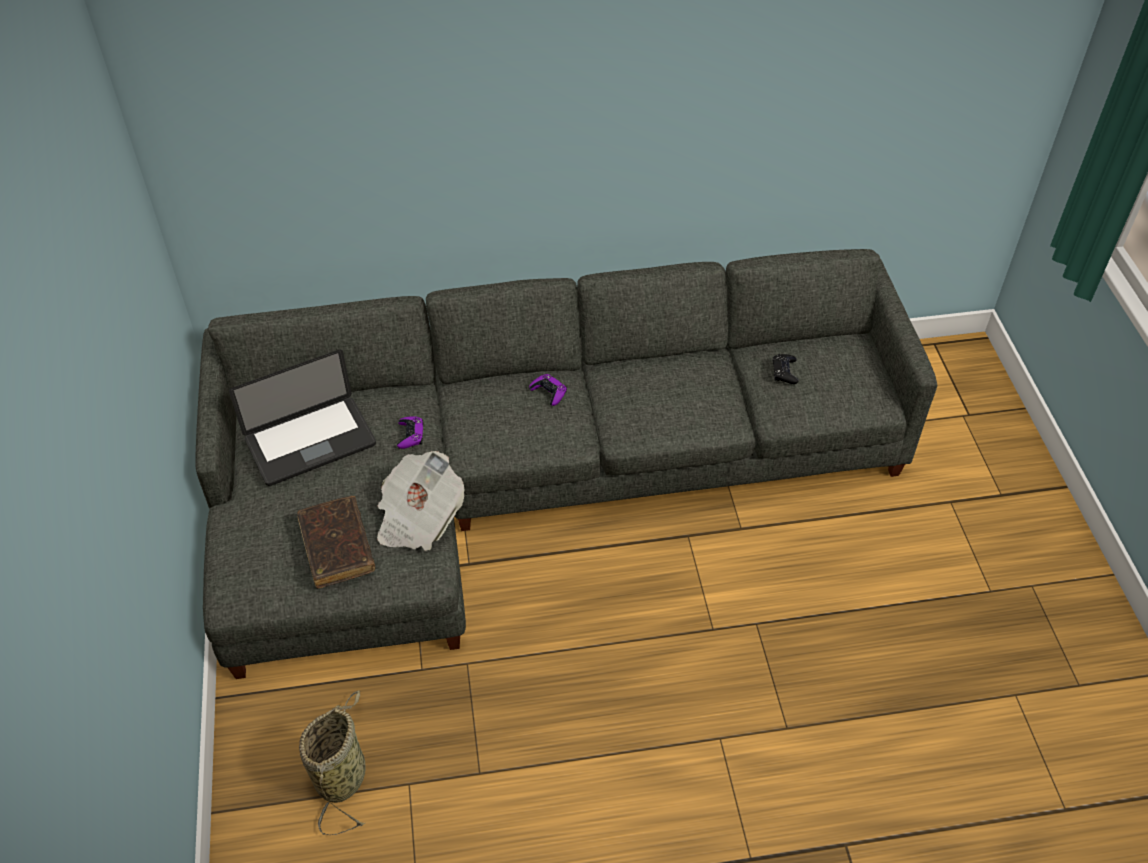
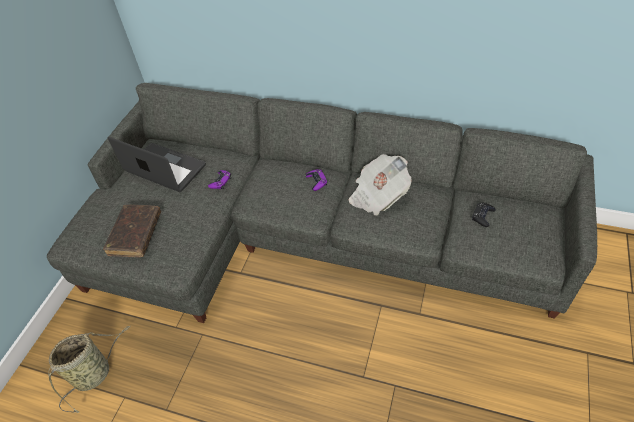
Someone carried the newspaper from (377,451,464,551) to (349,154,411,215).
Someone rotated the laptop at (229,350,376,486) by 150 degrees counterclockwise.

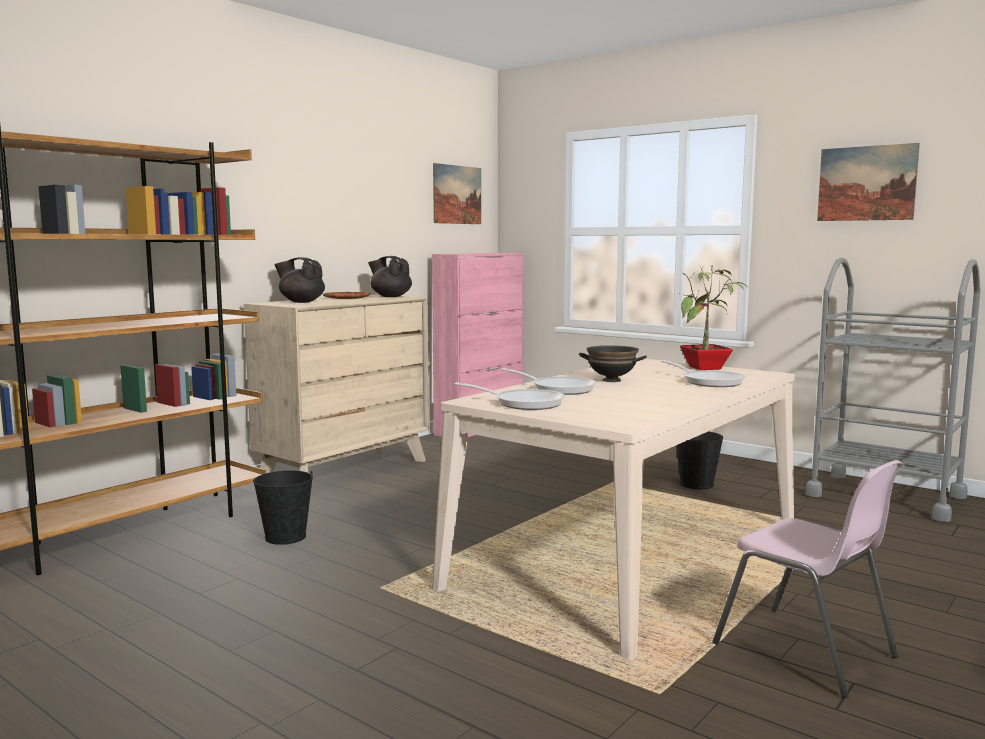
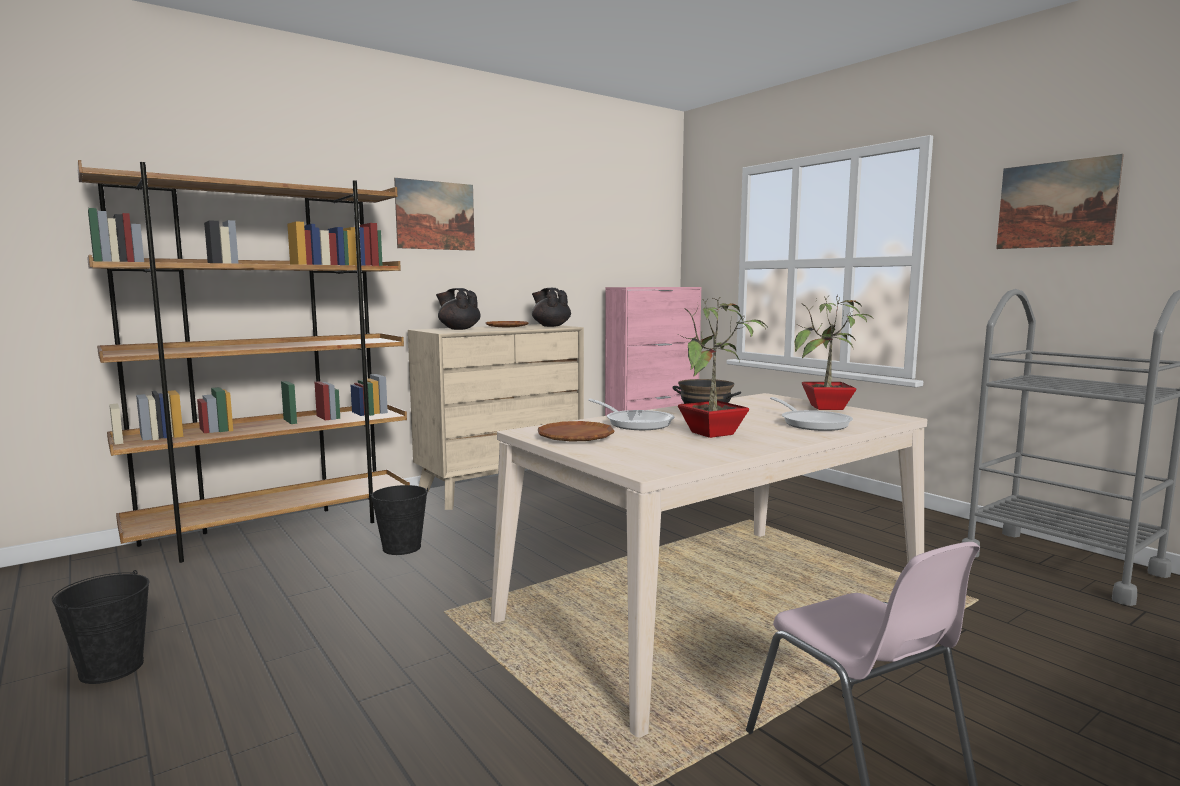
Someone put down the potted plant at (678,296,768,438).
Someone carried the picture from (433,163,481,224) to (394,178,475,251).
Someone carried the black bucket from (676,431,723,489) to (52,570,149,684).
Someone swapped the frying pan at (455,382,565,410) for the brown plate at (538,421,615,442).

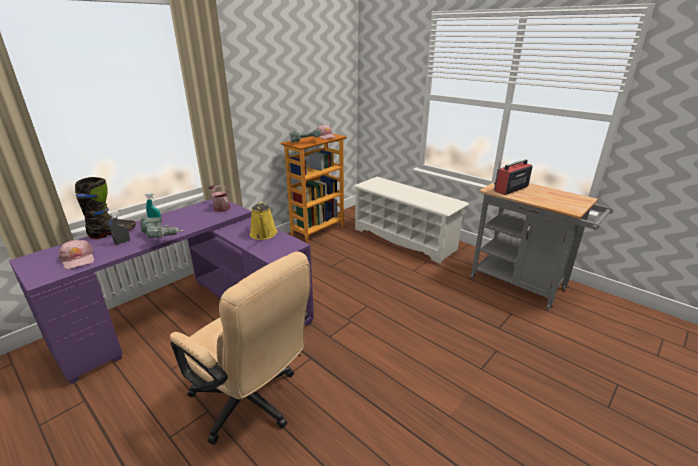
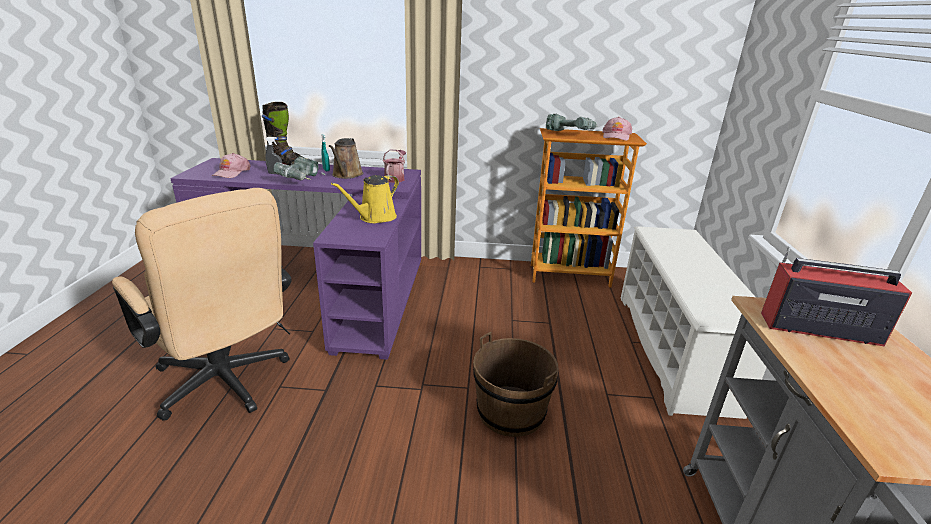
Someone put down the brown watering can at (329,138,363,179).
Someone put down the brown bucket at (473,332,559,437).
Someone rotated the beige office chair at (170,251,310,445) by 45 degrees counterclockwise.

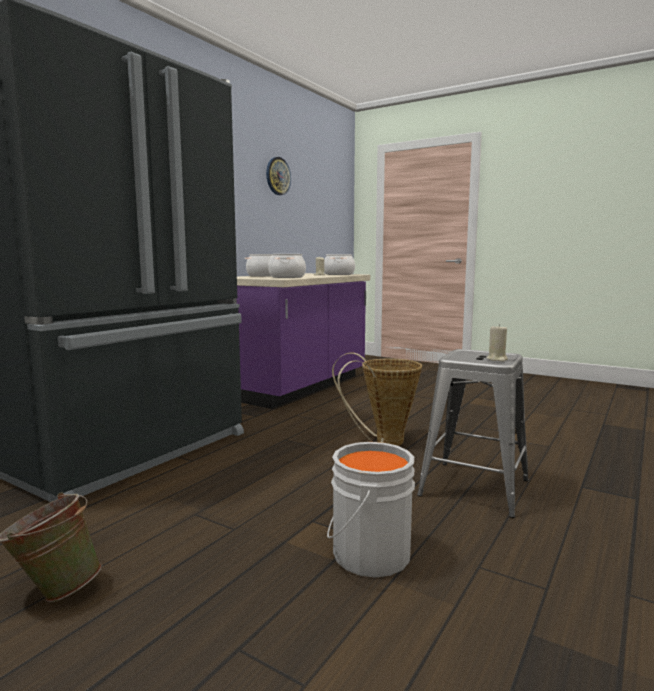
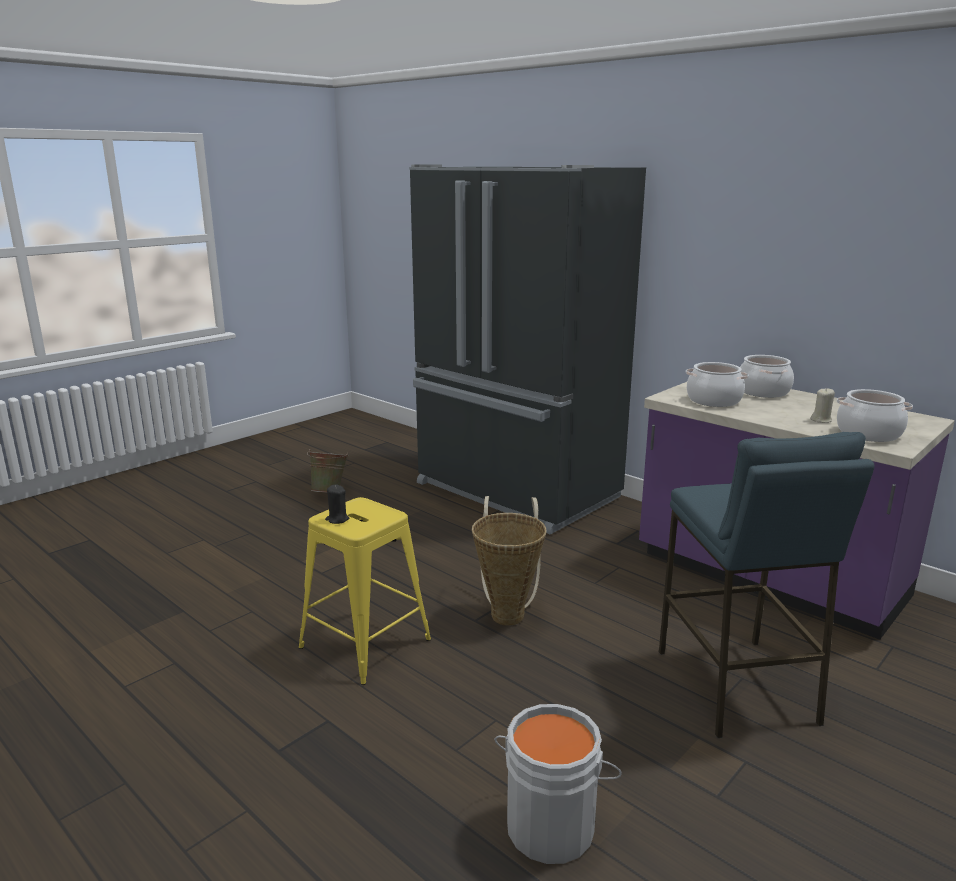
Someone took away the wall clock at (266,157,291,195).
Someone put down the blue stool at (659,432,875,738).
Someone carried the grey bucket from (327,442,415,578) to (494,704,622,864).
Someone repainted the grey stool at (417,349,529,518), which became the yellow stool at (298,497,431,685).
Someone repainted the beige candle at (487,324,508,362), which became the black candle at (325,484,349,524).

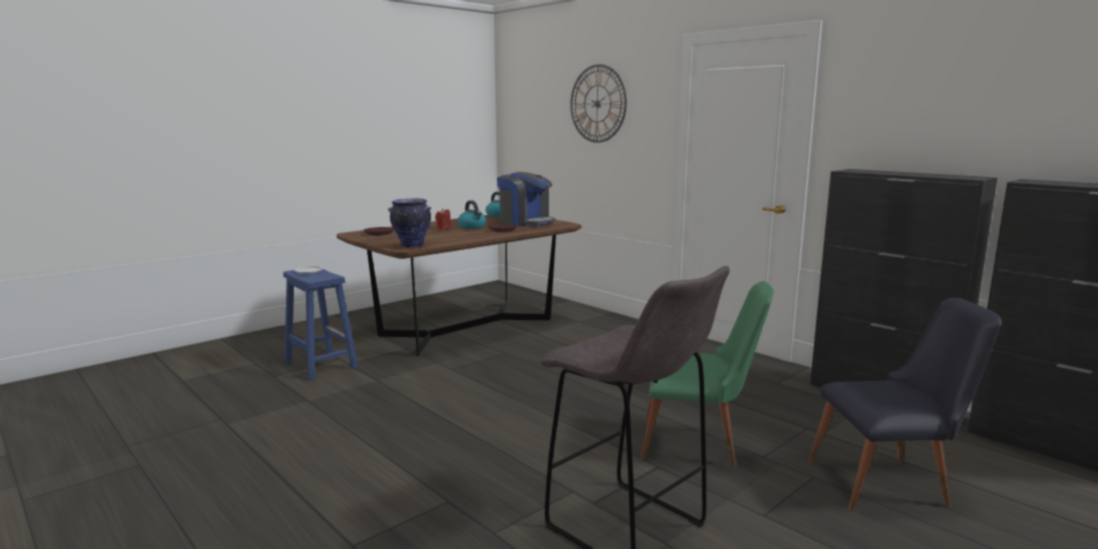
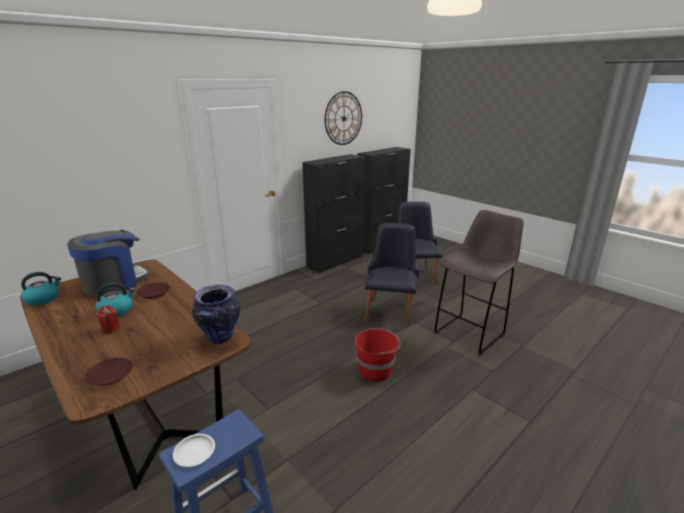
Someone put down the red bucket at (355,328,400,382).
Someone carried the wall clock from (570,64,627,143) to (324,91,362,145).
Someone repainted the green chair at (641,281,774,467), which became the black chair at (365,223,419,326).

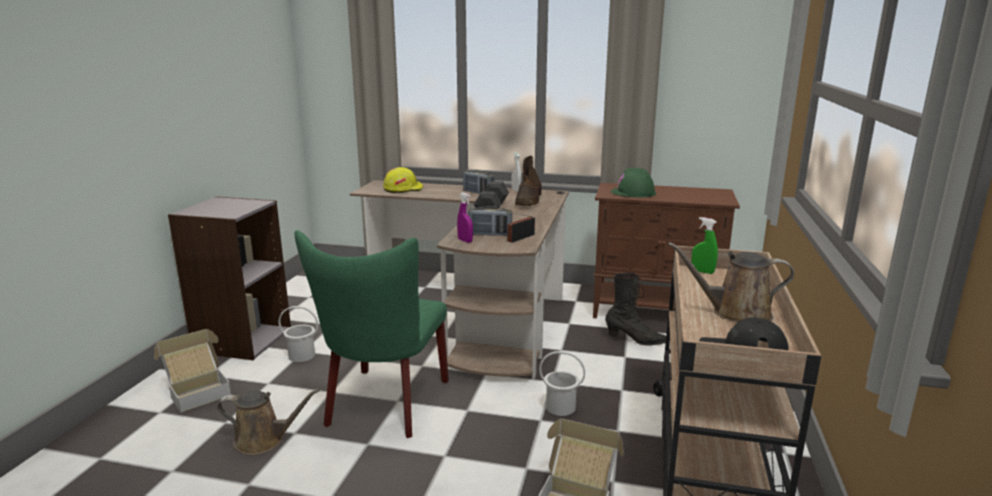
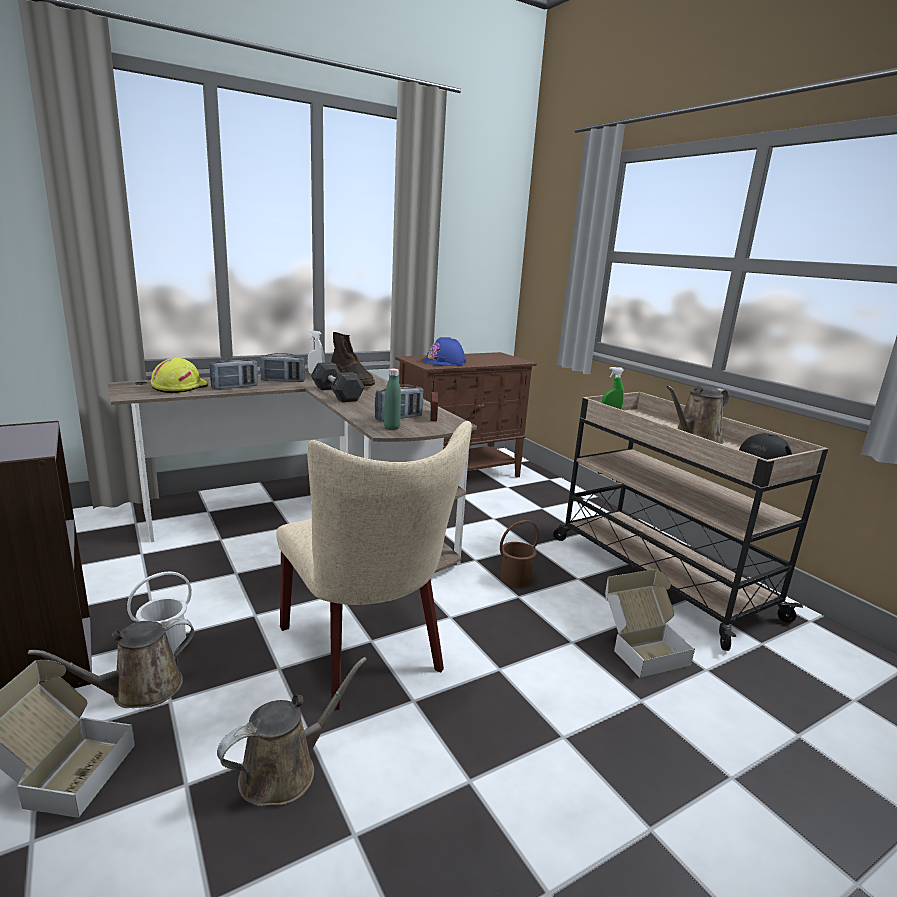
Someone took away the black boot at (605,272,666,346).
Someone put down the brown watering can at (28,618,194,708).
Someone put down the radio at (210,357,258,390).
Someone swapped the purple spray bottle at (457,193,473,243) for the green bottle at (384,368,401,430).
Someone repainted the green chair at (295,230,449,438), which became the beige chair at (276,421,472,710).
Someone repainted the white bucket at (539,351,585,416), which became the brown bucket at (500,520,539,587).
Someone repainted the green hard hat at (611,168,656,197), which became the blue hard hat at (423,337,466,366).

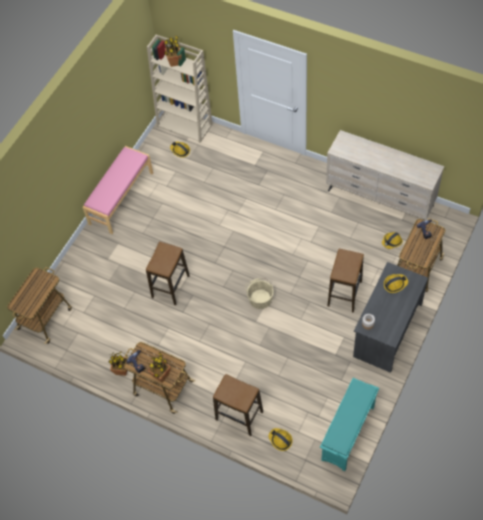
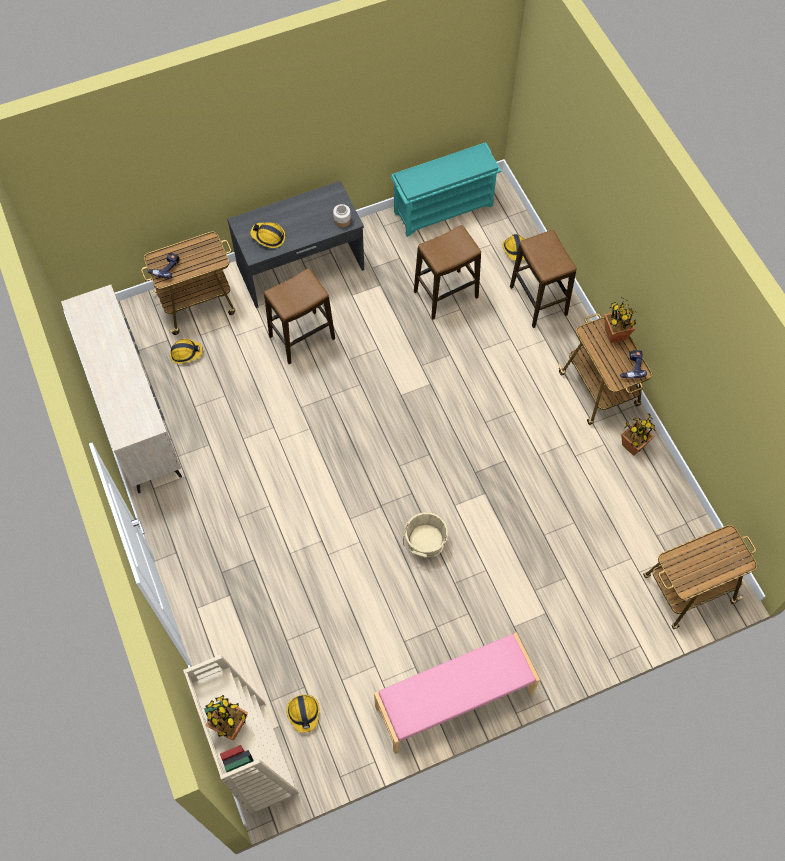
Someone carried the stool from (146,242,190,305) to (414,225,481,319).
Someone carried the beige bucket from (245,278,274,309) to (403,512,448,558).

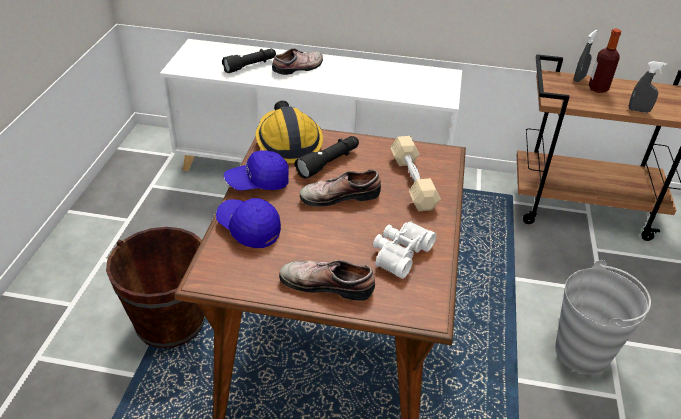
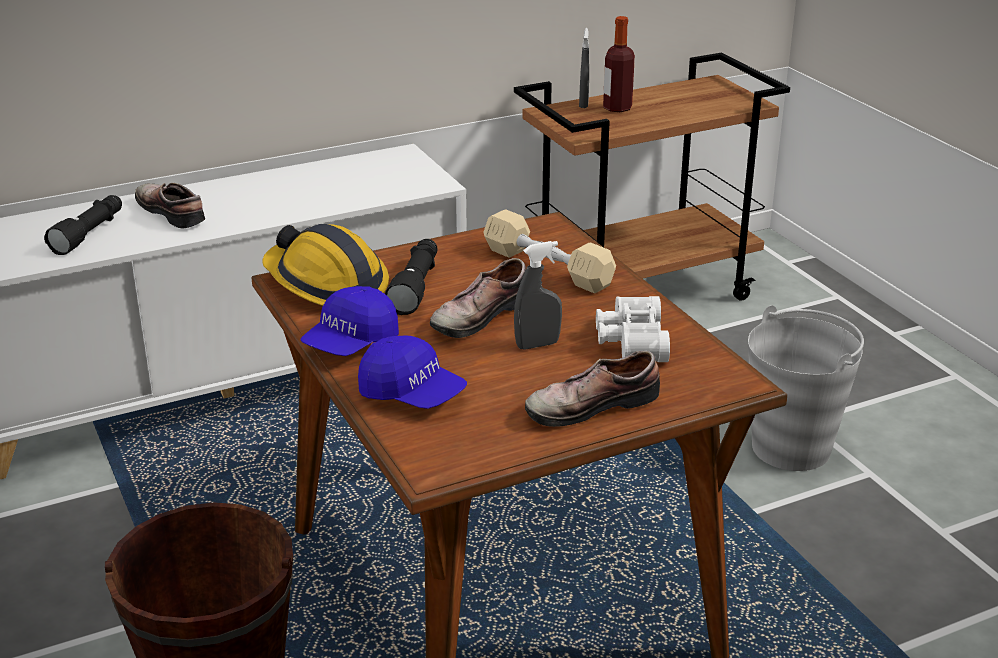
Someone carried the grey spray bottle from (629,61,667,113) to (514,241,562,350).
Someone rotated the blue cap at (216,198,281,248) by 150 degrees counterclockwise.
Someone rotated the shoe at (272,48,323,75) by 60 degrees counterclockwise.

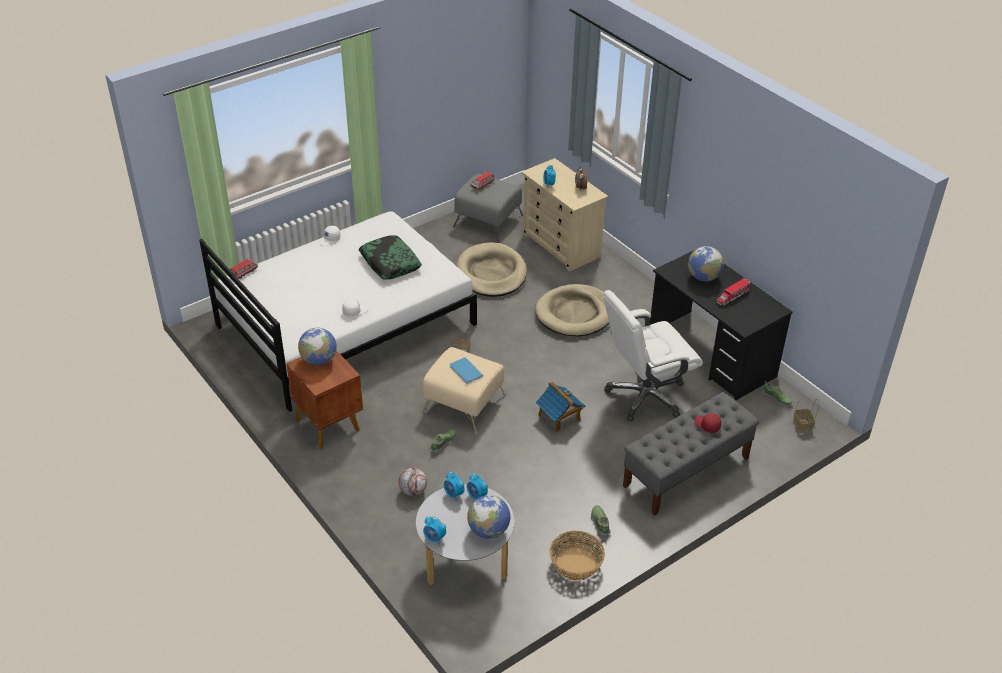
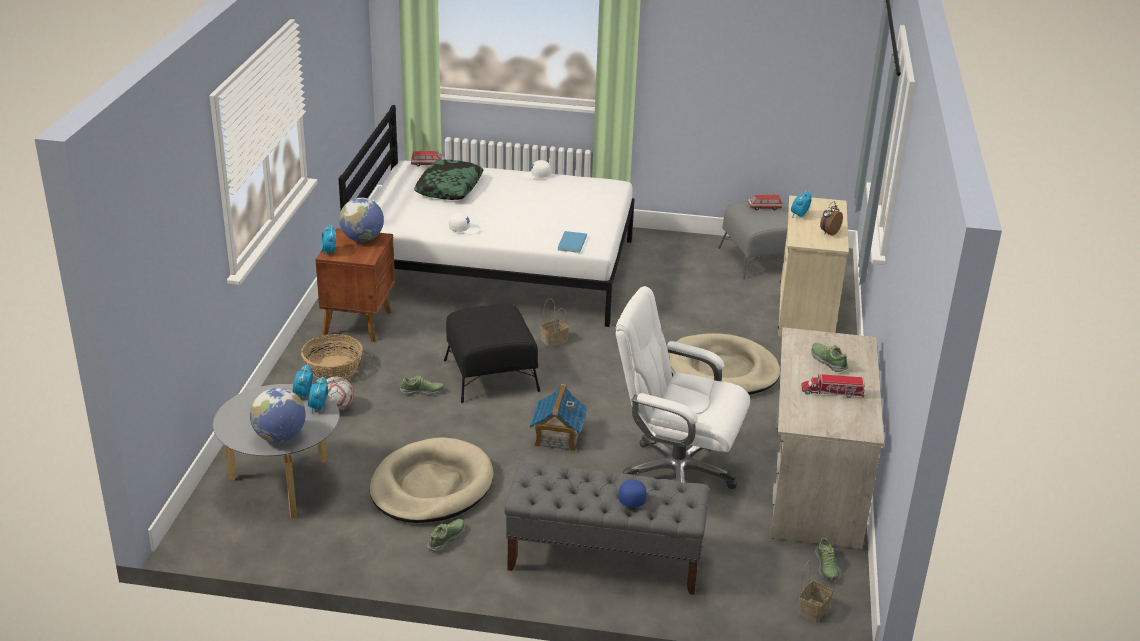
Someone carried the pillow from (359,235,422,280) to (414,159,483,200).
Someone carried the alarm clock from (423,517,446,545) to (321,225,336,257).
Someone carried the blue book from (449,357,483,384) to (557,231,587,253).
Someone carried the beige dog bed from (456,242,527,297) to (370,437,493,523).
Someone carried the basket from (550,531,605,581) to (301,334,363,379).
Someone swapped the globe at (688,246,724,282) for the shoe at (811,343,848,372).
Someone repainted the beige ottoman at (421,347,506,434), which became the black ottoman at (444,304,540,403).
Someone repainted the black desk at (650,250,793,400), which became the beige desk at (770,327,884,549).
Someone repainted the red cap at (694,413,721,433), which became the blue cap at (618,479,647,507).

